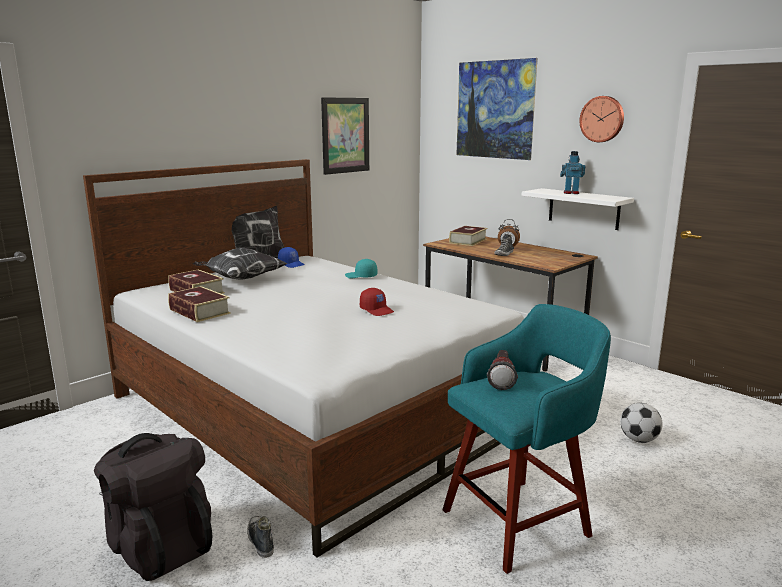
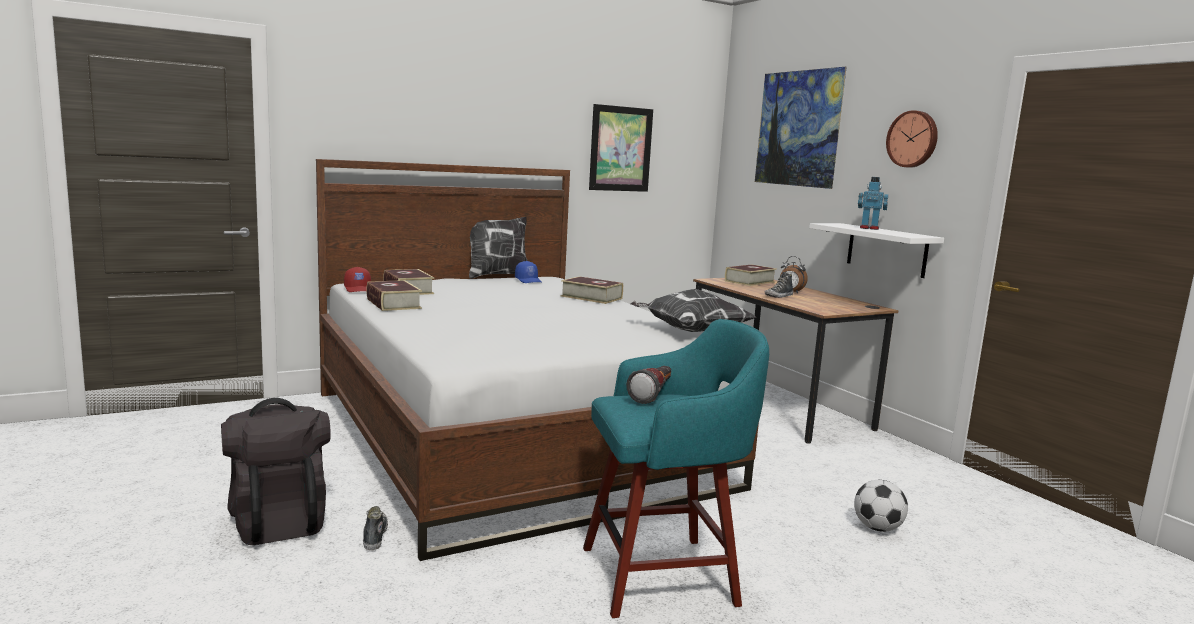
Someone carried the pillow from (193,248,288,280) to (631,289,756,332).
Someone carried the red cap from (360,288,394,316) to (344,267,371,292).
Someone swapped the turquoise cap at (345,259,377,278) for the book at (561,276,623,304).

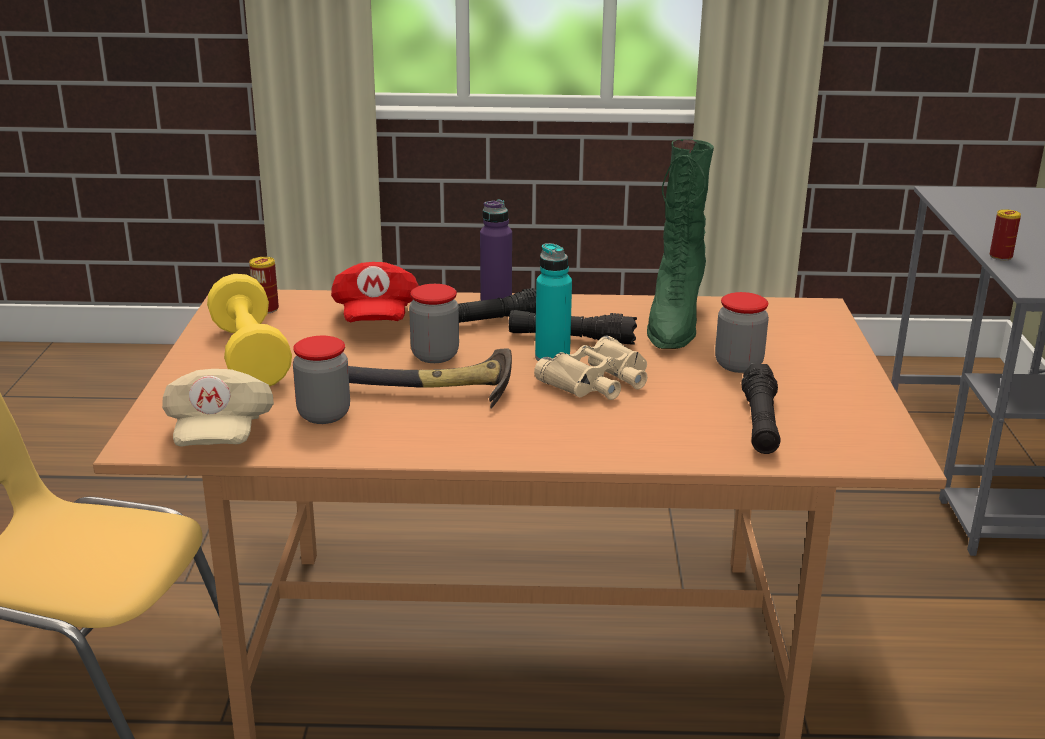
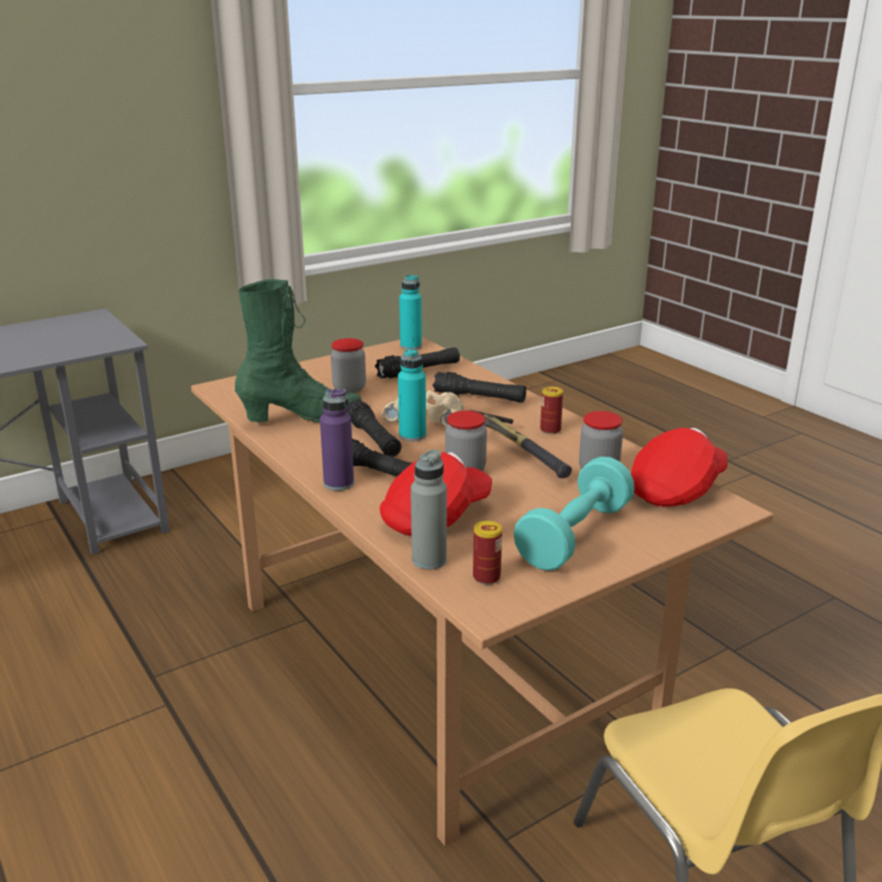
Someone put down the turquoise bottle at (399,275,422,350).
Someone put down the grey bottle at (411,450,447,570).
Someone put down the black flashlight at (432,372,526,403).
Someone carried the can from (990,209,1021,260) to (540,387,563,434).
Someone repainted the beige cap at (162,369,274,447), which became the red cap at (631,428,728,507).
Someone repainted the yellow dumbbell at (207,274,292,386), which became the turquoise dumbbell at (513,457,635,571).

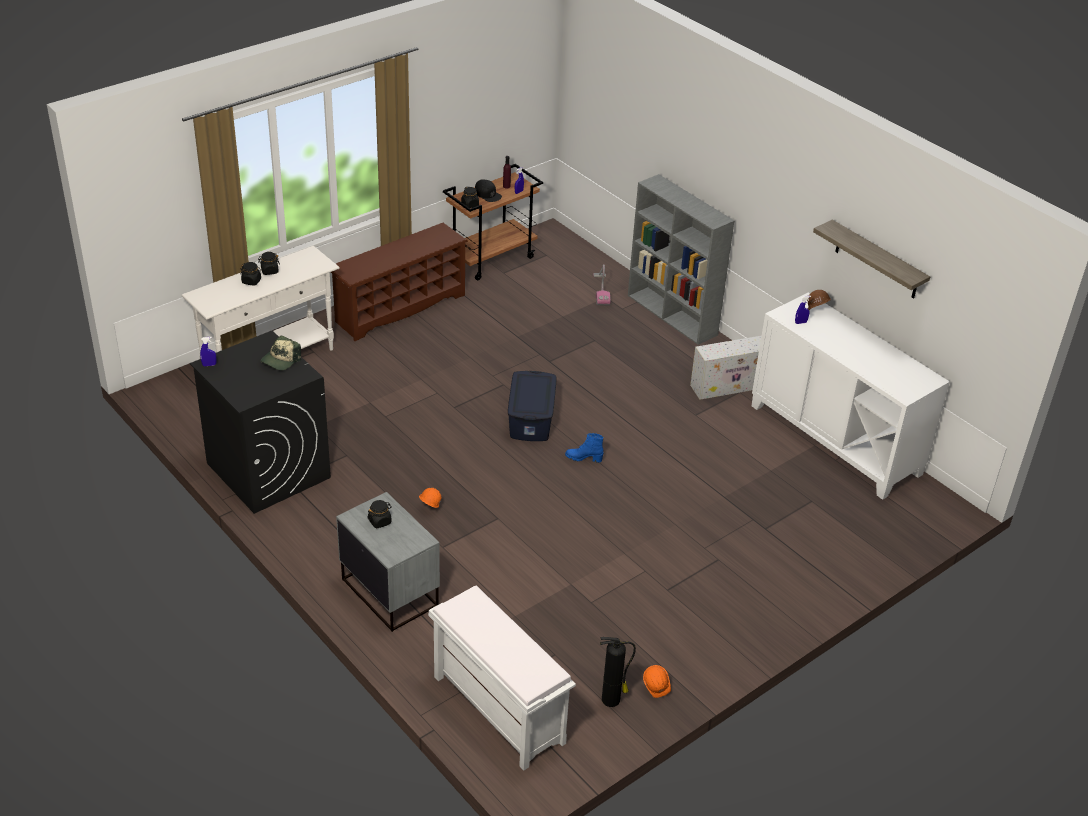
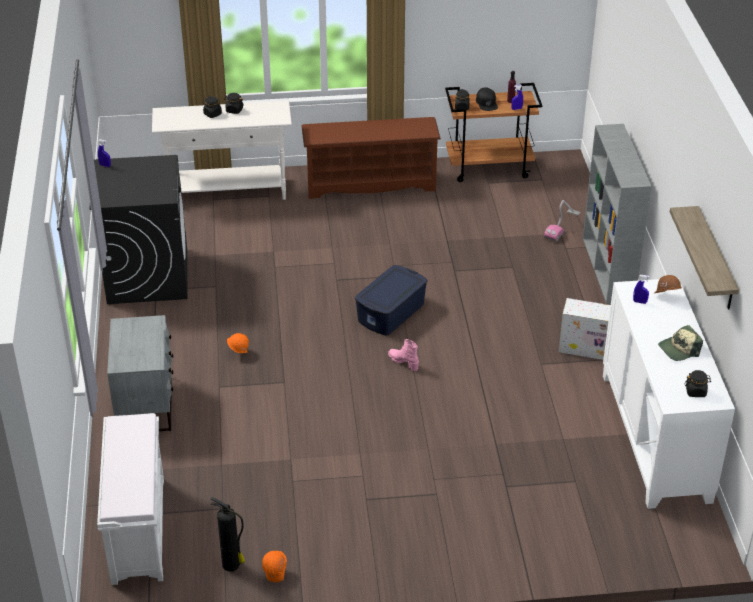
Someone carried the cap from (261,336,301,370) to (658,325,703,361).
Someone carried the black jar from (367,500,392,528) to (685,370,711,397).
Someone repainted the blue boot at (565,433,604,463), which became the pink boot at (388,339,419,371).

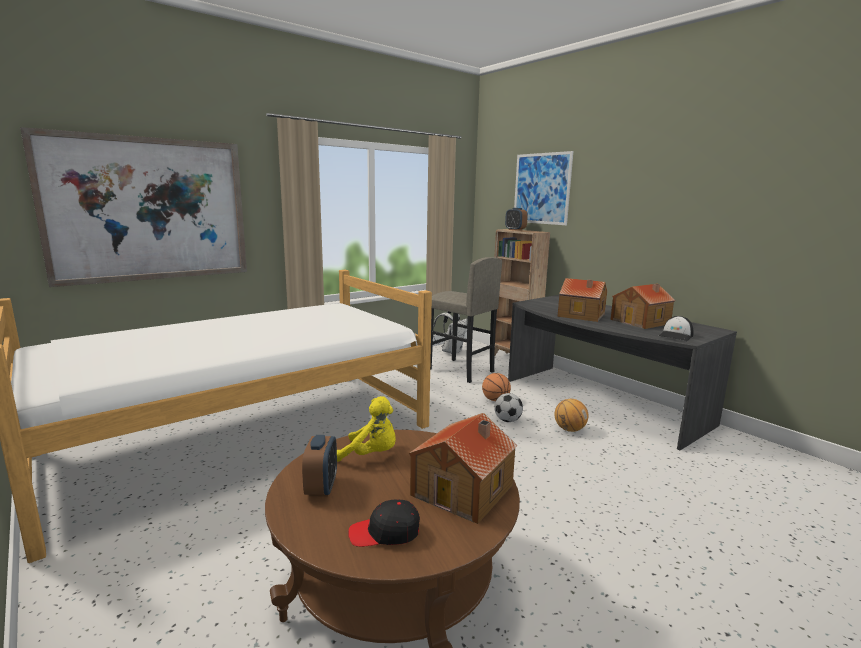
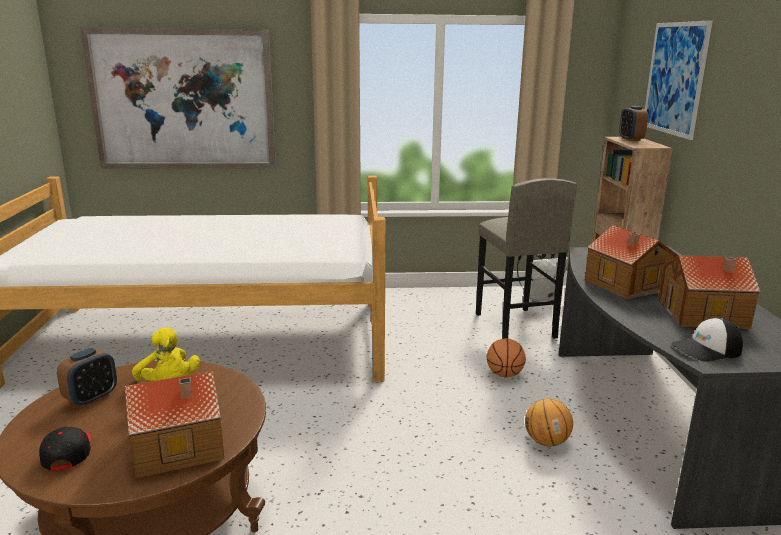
Someone took away the football at (494,393,523,422).
Someone rotated the black cap at (348,499,420,547) by 45 degrees clockwise.

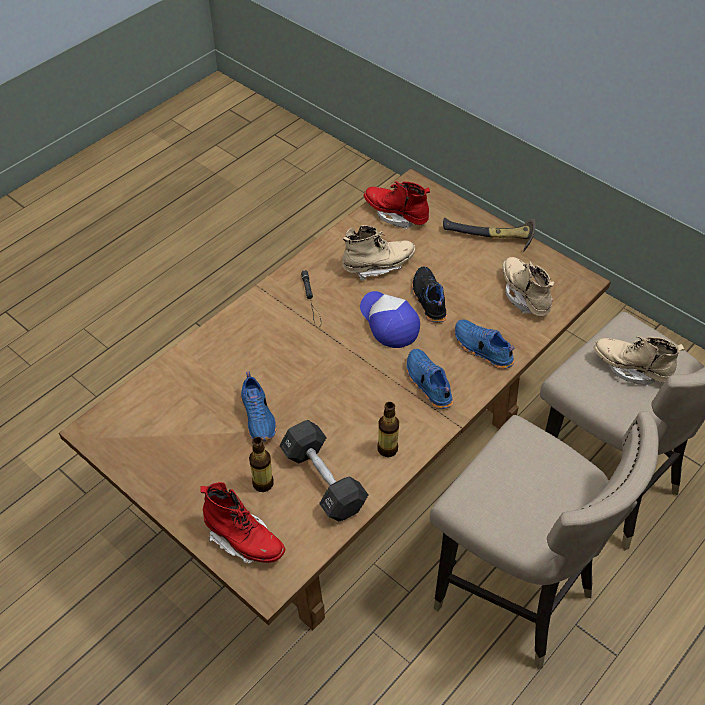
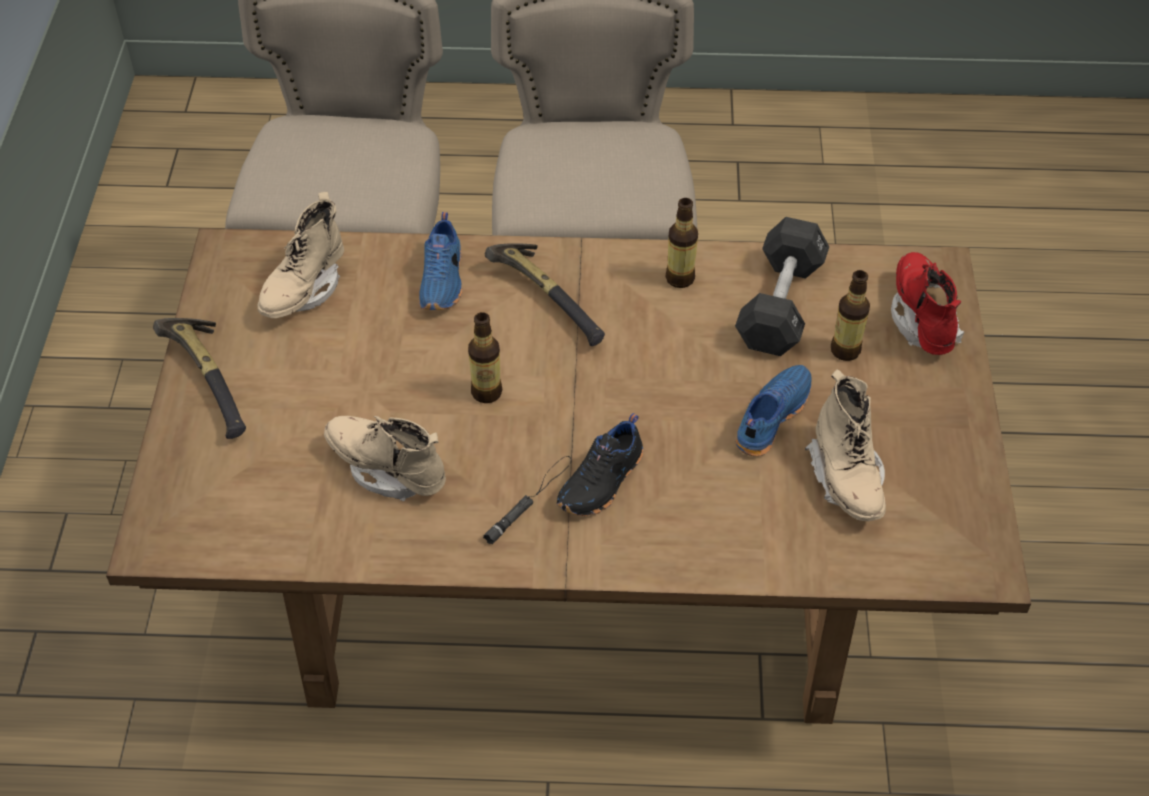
Someone took away the red boot at (364,181,430,229).
Someone carried the black shoe from (412,267,447,323) to (557,413,643,516).
Someone carried the beige boot from (593,336,684,386) to (805,369,886,521).
Someone swapped the cap at (360,291,420,348) for the bottle at (468,312,502,403).
Someone swapped the blue shoe at (406,349,453,409) for the hammer at (485,243,605,346).

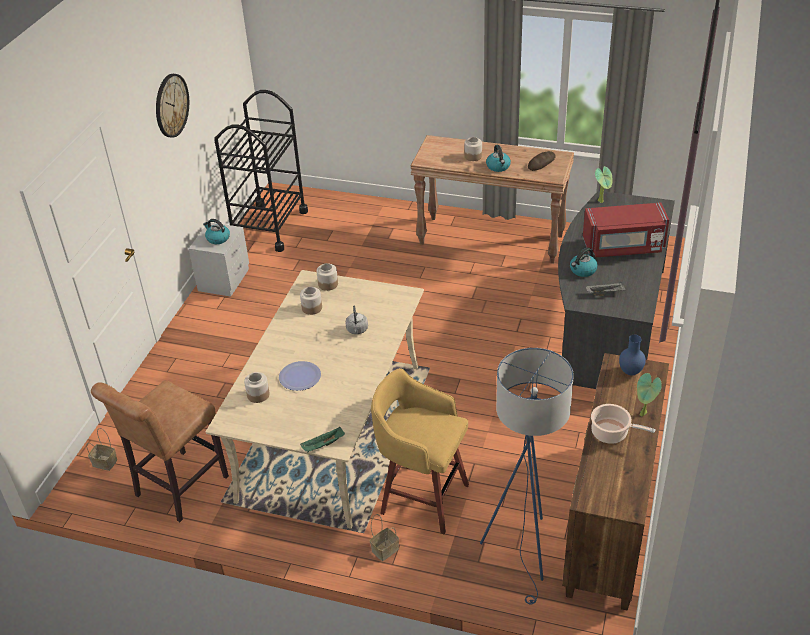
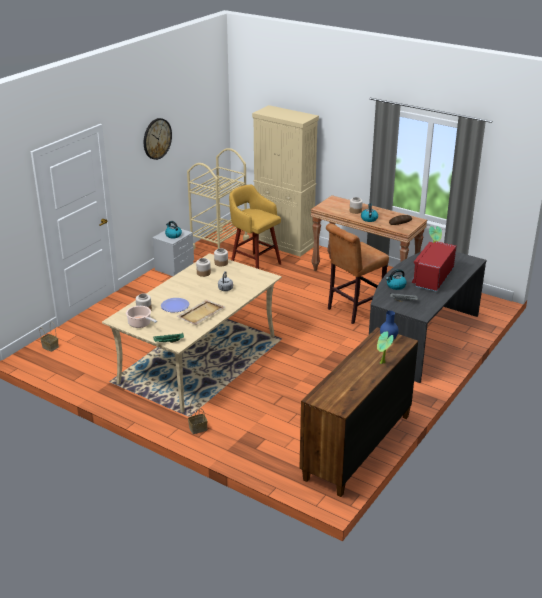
Someone took away the blue floor lamp at (480,348,574,605).
Someone put down the beige tray at (176,299,225,325).
Someone put down the beige cabinet at (252,105,319,257).
Someone carried the brown stool from (91,380,229,522) to (326,223,389,324).
Someone carried the yellow stool from (371,368,469,534) to (229,185,281,269).
Someone carried the cooking pot from (591,404,656,444) to (126,306,157,328).
Someone repainted the black cart at (214,90,308,252), which became the beige cart at (187,148,249,249).
Someone rotated the red microwave at (583,202,669,257) by 105 degrees clockwise.

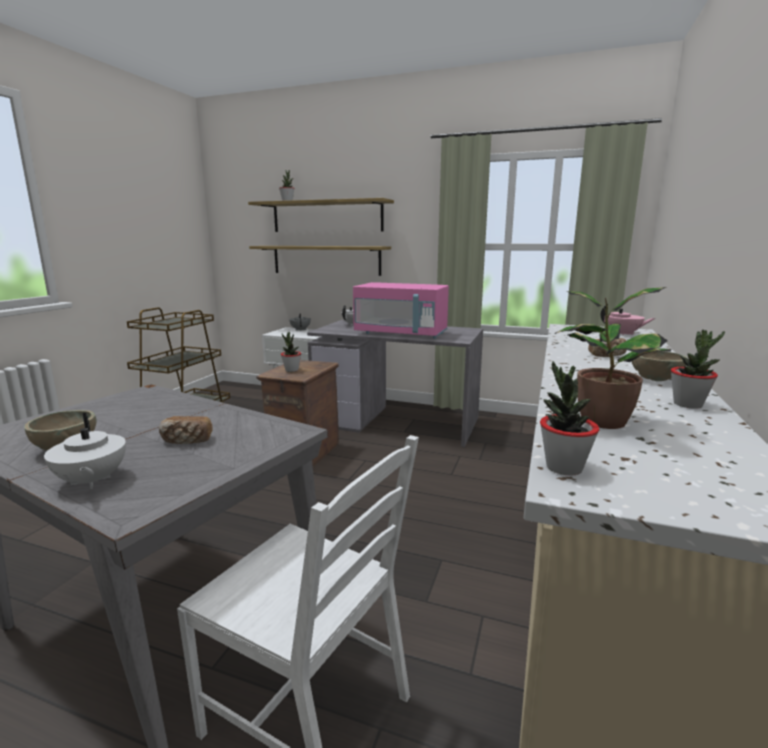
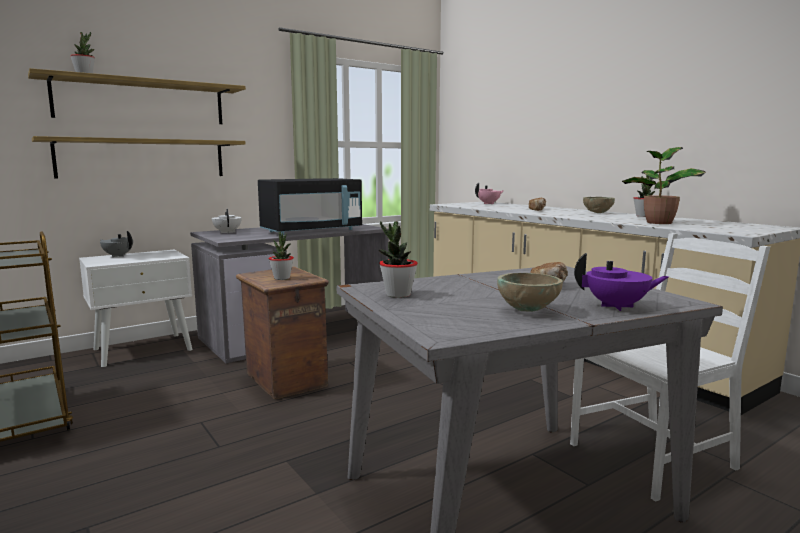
Someone carried the potted plant from (540,361,599,476) to (379,221,418,298).
Someone repainted the white teapot at (44,413,126,489), which became the purple teapot at (574,253,669,311).
Someone repainted the pink microwave at (353,282,449,339), which became the black microwave at (258,178,362,235).

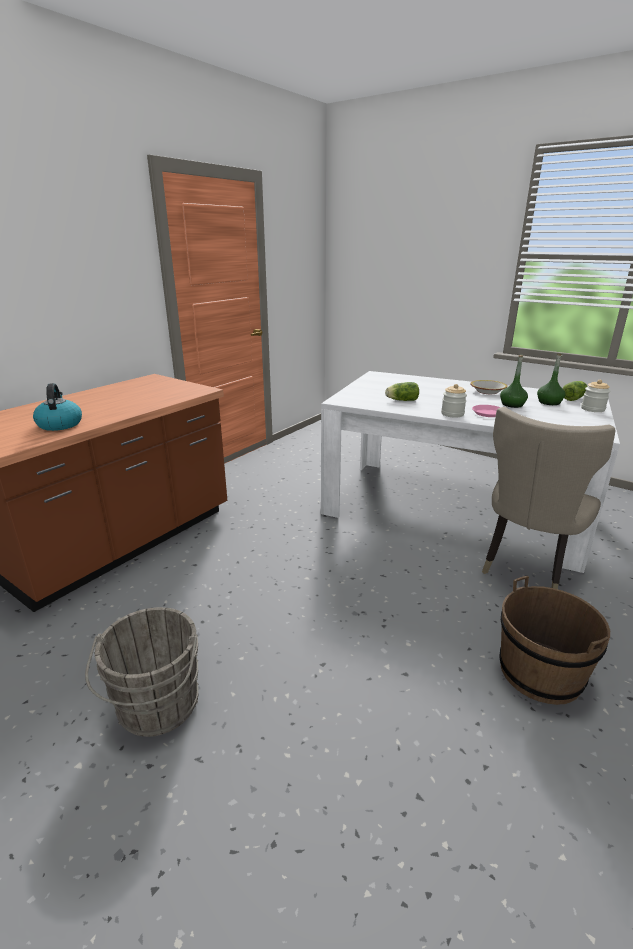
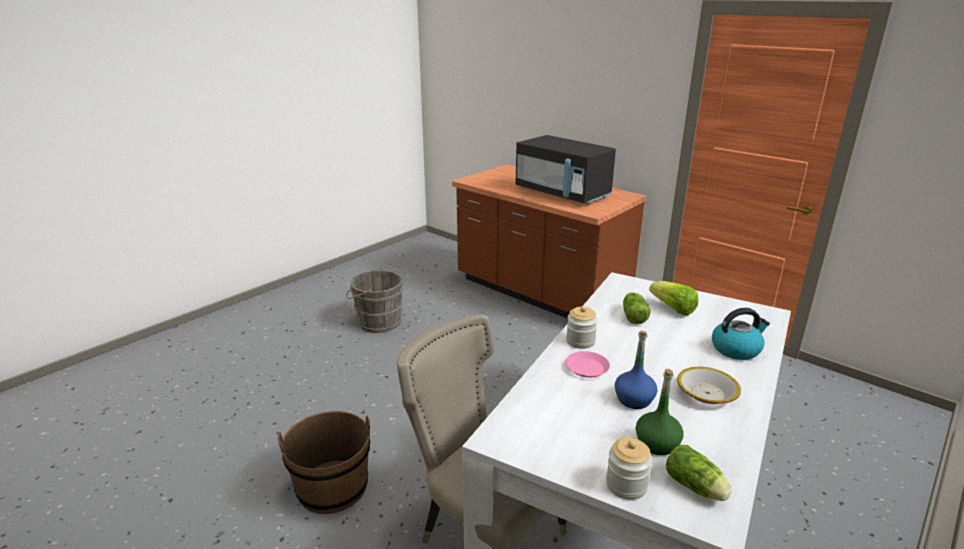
Someone put down the black microwave at (516,135,616,205).
Someone put down the lettuce at (649,281,698,316).
Someone carried the kettle from (33,383,82,431) to (712,308,770,360).
Someone repainted the green bottle at (500,355,528,408), which became the blue bottle at (615,331,658,409).

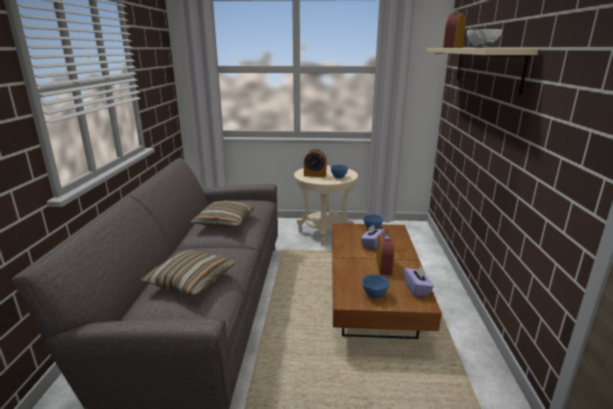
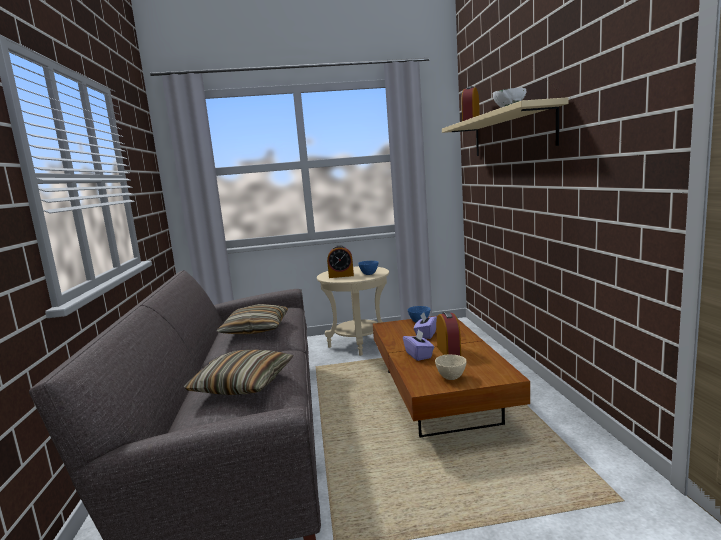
Someone carried the purple tissue box from (404,265,434,297) to (403,329,434,361).
Someone repainted the blue bowl at (362,274,390,298), which became the beige bowl at (435,354,466,380).

